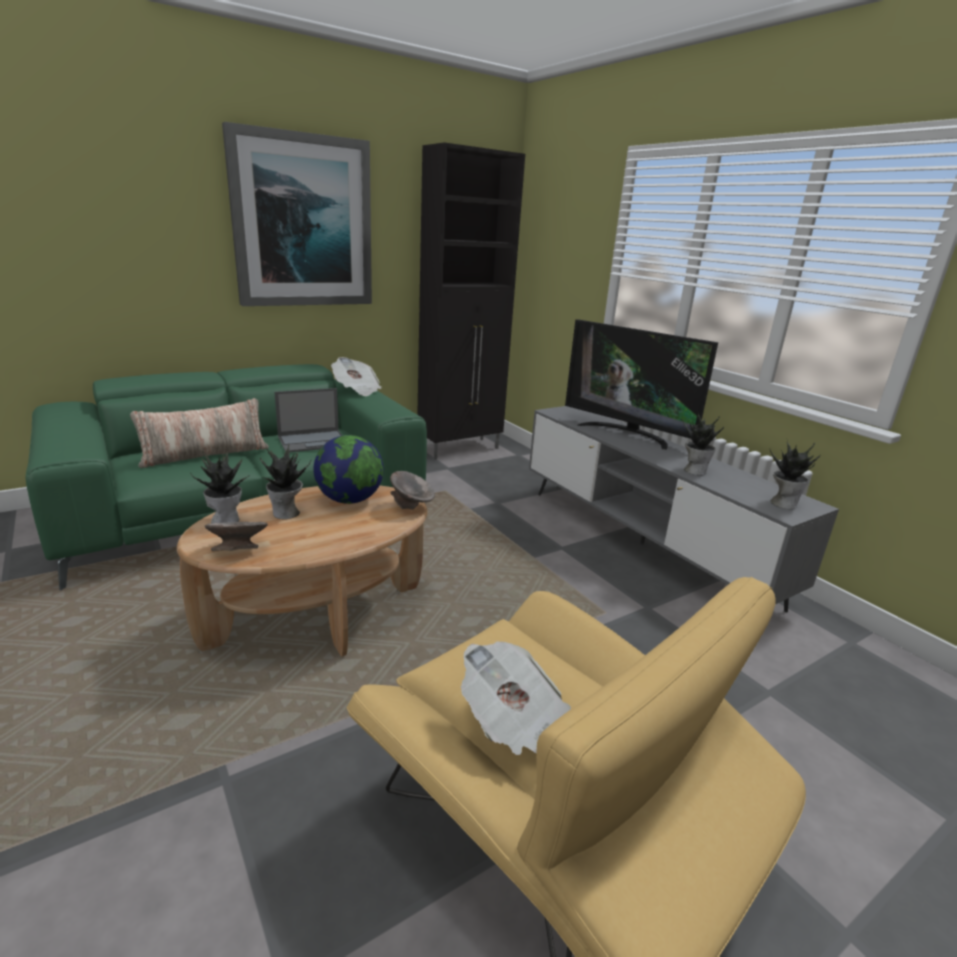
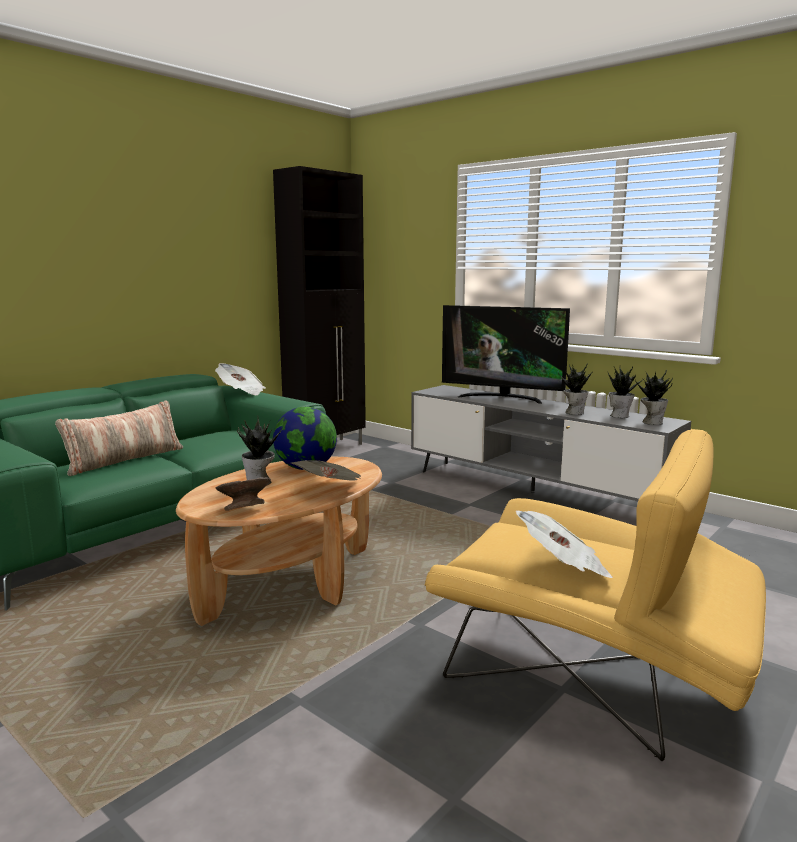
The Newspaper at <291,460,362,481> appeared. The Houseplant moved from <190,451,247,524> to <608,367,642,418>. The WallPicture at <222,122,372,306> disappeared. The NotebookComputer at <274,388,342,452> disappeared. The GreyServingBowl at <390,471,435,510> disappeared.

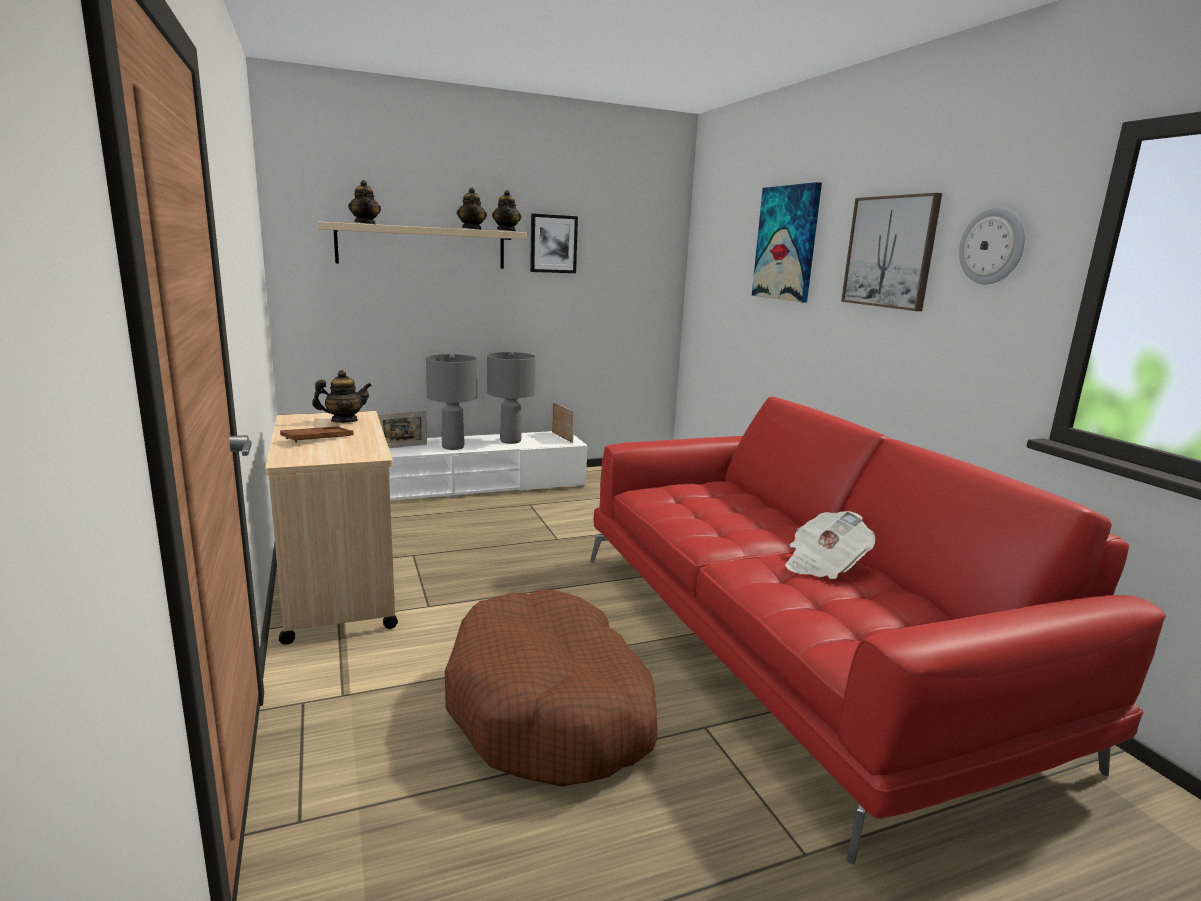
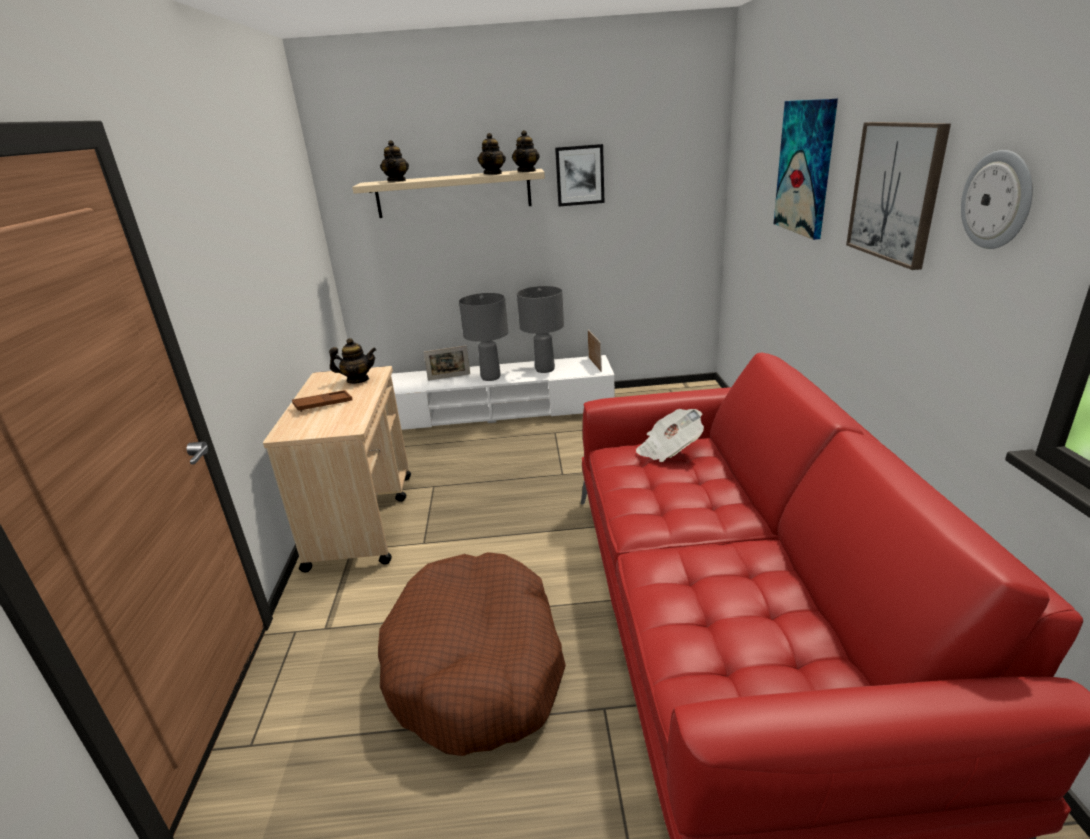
The Newspaper moved from <785,511,875,579> to <636,409,704,462>.

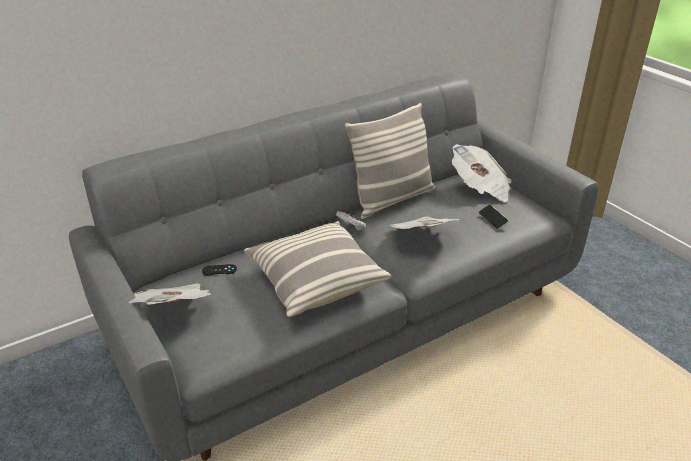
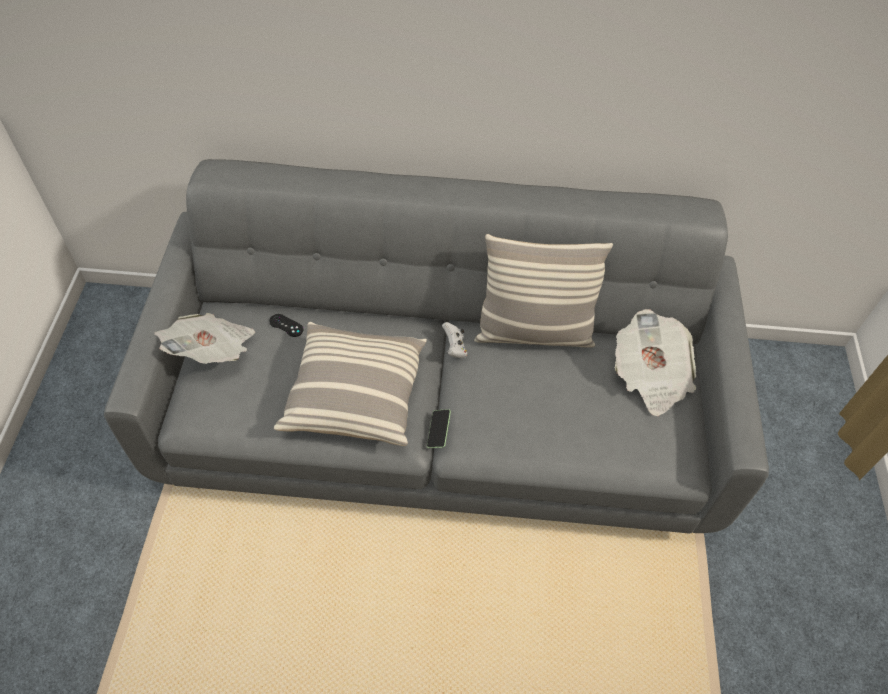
The Telephone moved from <478,204,509,230> to <427,409,451,448>. The Newspaper at <390,217,460,230> disappeared.

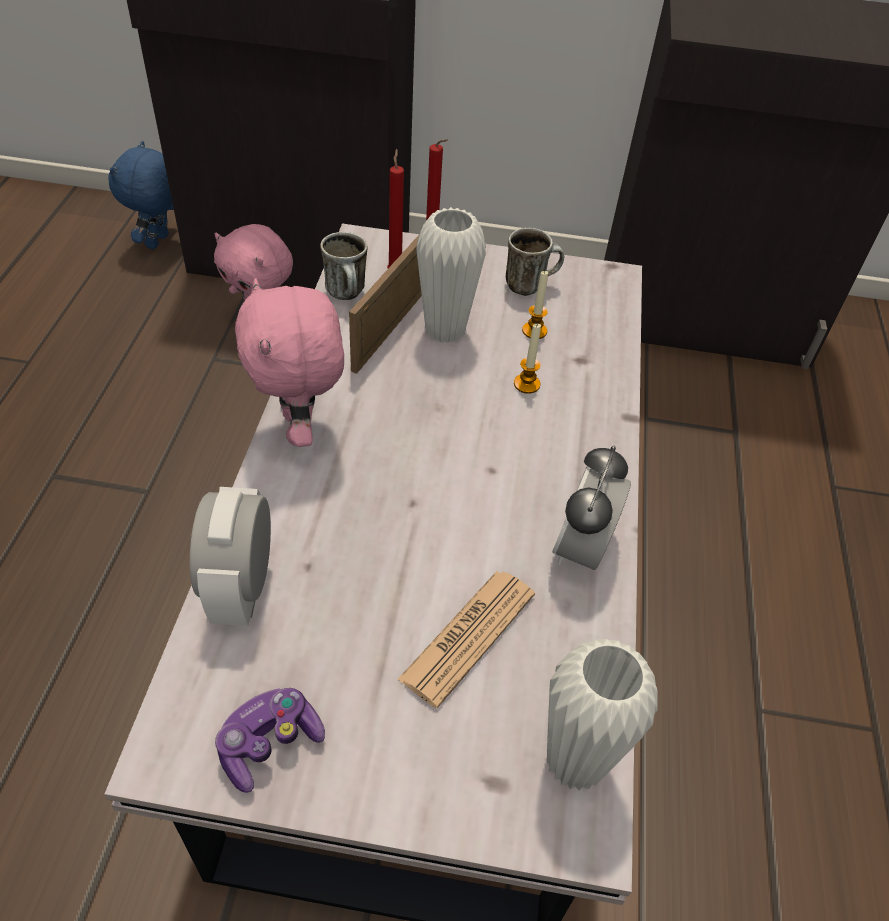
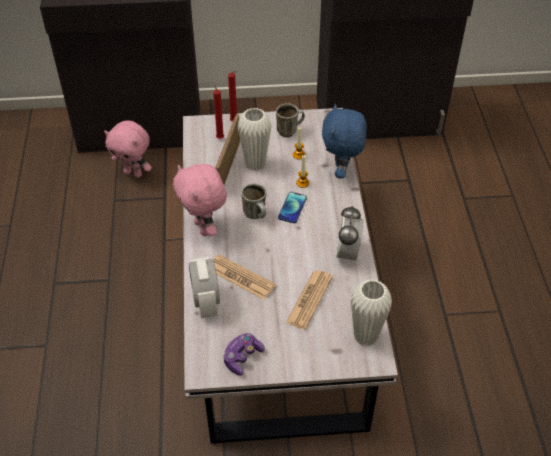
The Newspaper at <213,255,276,300> appeared. The CoffeeMug moved from <320,232,368,300> to <241,183,267,219>. The Telephone at <278,192,307,223> appeared. The BlueColouredCuddlyToy moved from <108,141,174,249> to <322,103,367,178>.

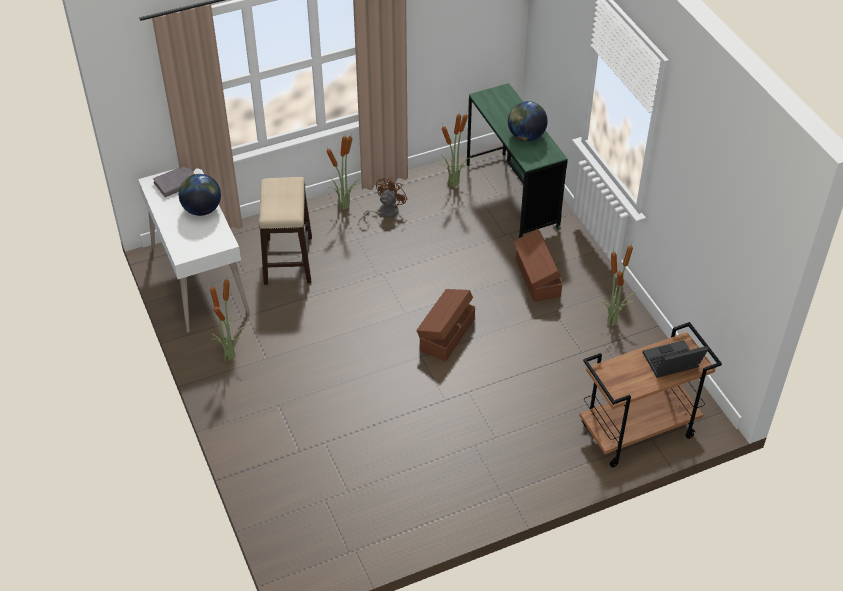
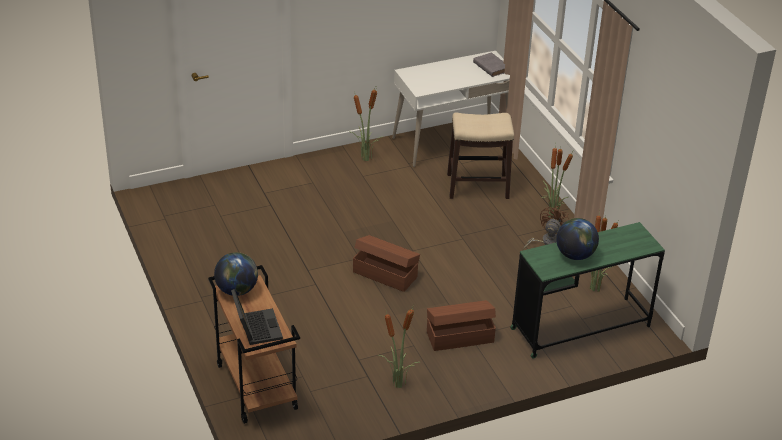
The DeskGlobe moved from <179,174,221,216> to <214,252,258,296>. The BrownishElectricFan at <358,177,407,222> turned 90 degrees counterclockwise.

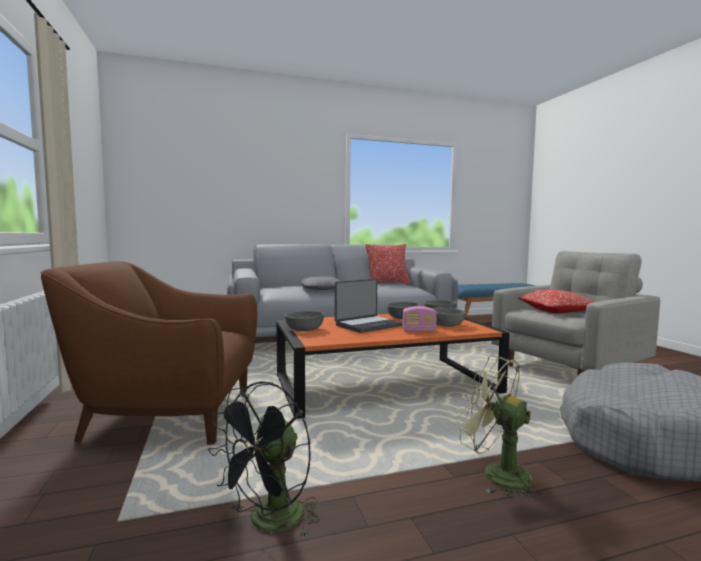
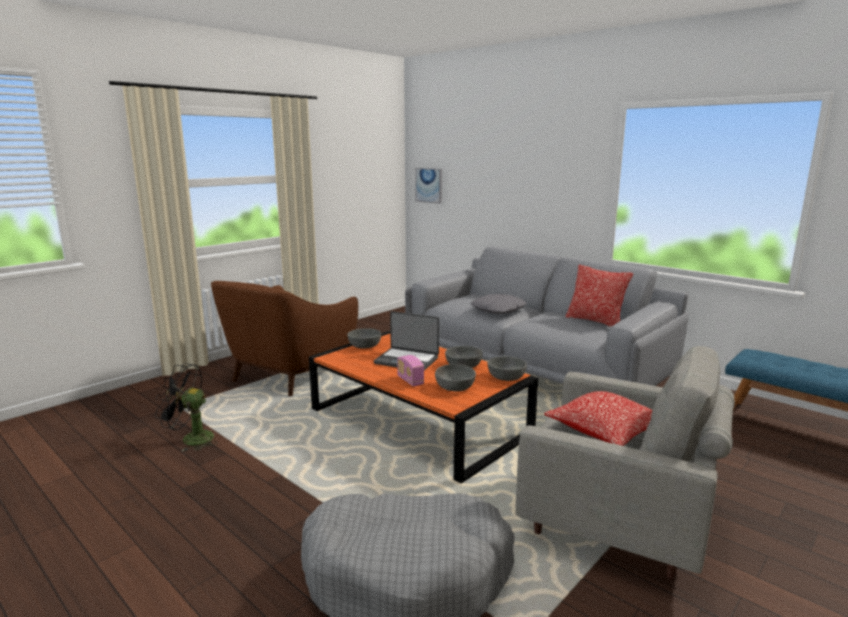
The BrownishArmchair at <41,261,257,445> turned 120 degrees counterclockwise. The WallPicture at <415,168,442,204> appeared. The GreenElectricFan at <456,355,542,499> disappeared.

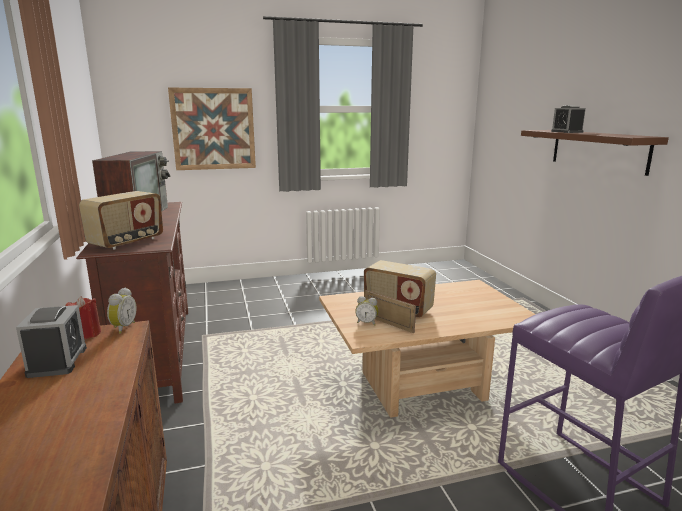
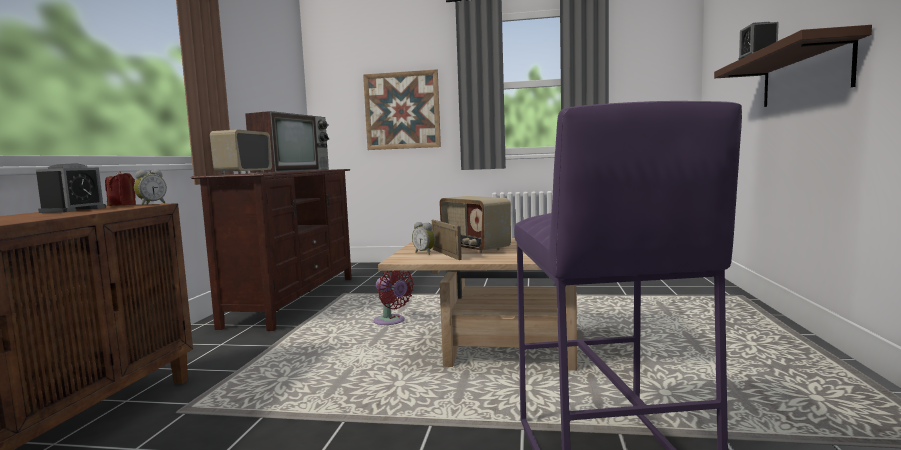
The RadioReceiver at <79,191,163,249> turned 135 degrees clockwise. The RedElectricFan at <373,271,414,325> appeared.

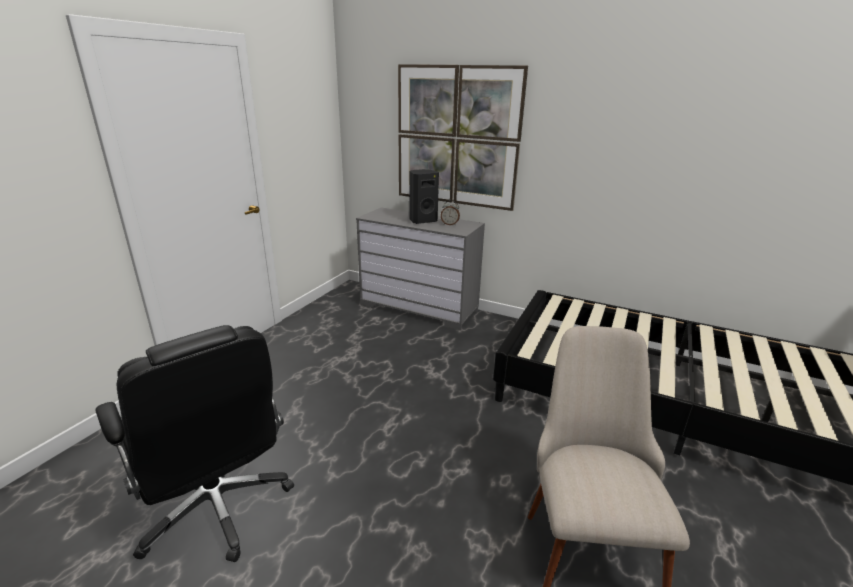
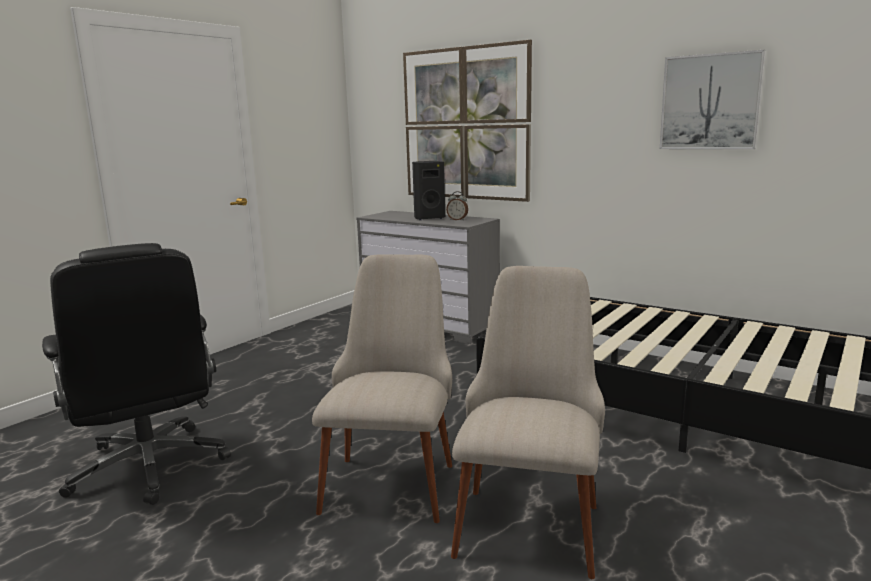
The SandColouredChair at <312,254,452,523> appeared. The WallPicture at <660,50,766,149> appeared.

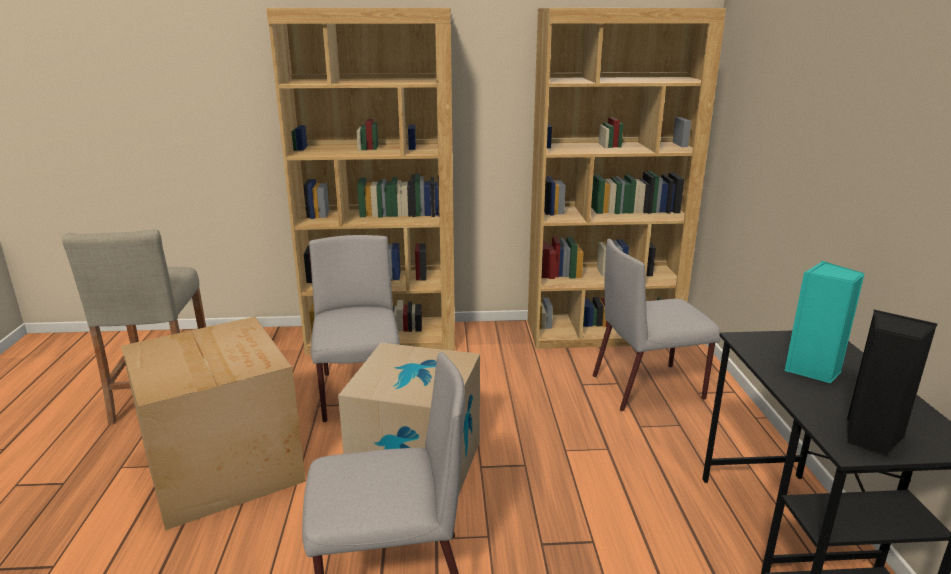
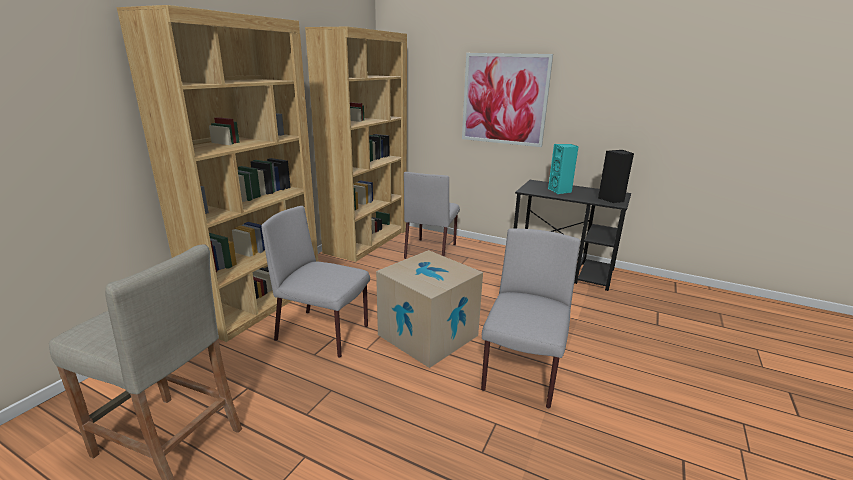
The WallPicture at <462,53,553,147> appeared. The PackingBox at <121,317,306,531> disappeared.

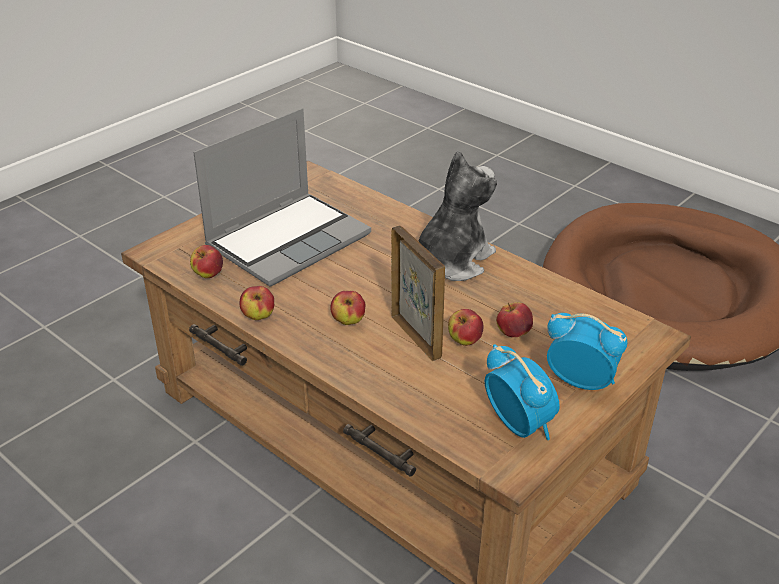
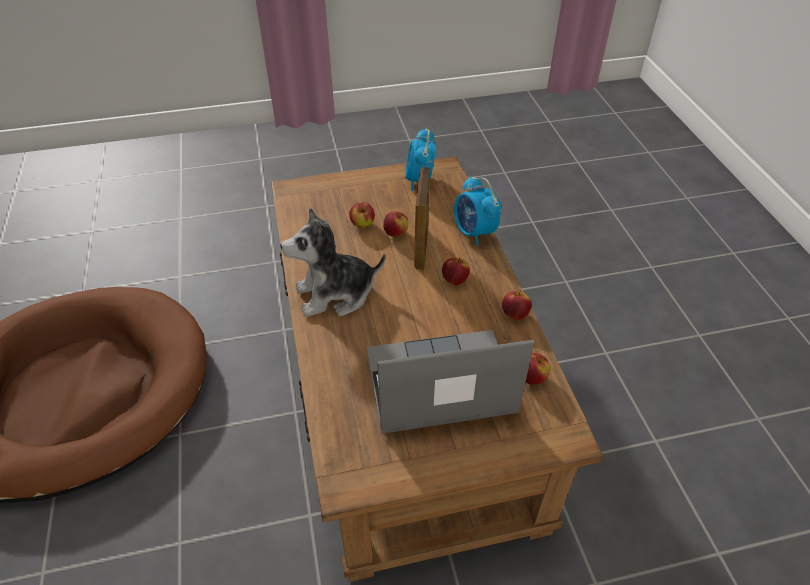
The AlarmClock moved from <547,313,627,390> to <454,176,501,246>.

